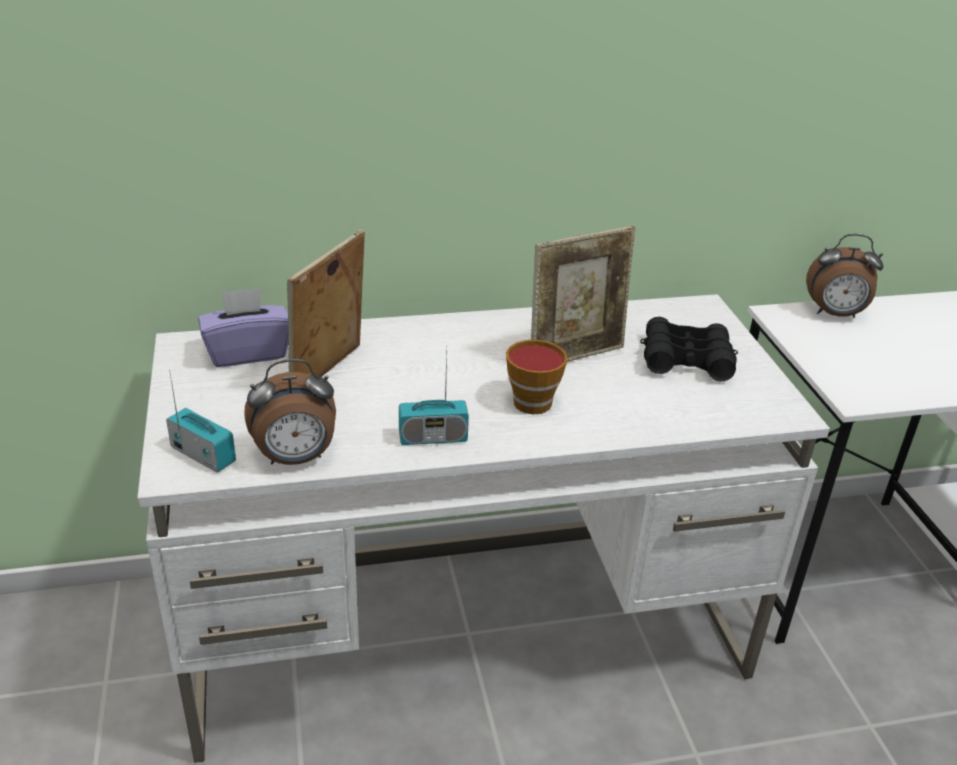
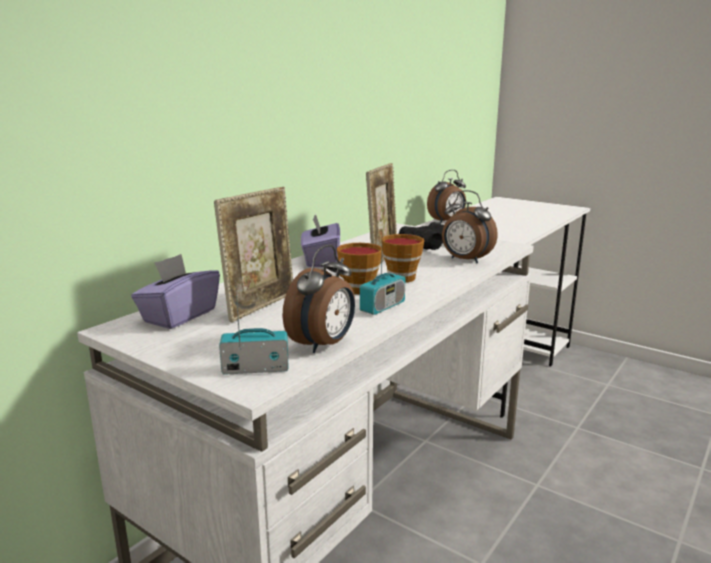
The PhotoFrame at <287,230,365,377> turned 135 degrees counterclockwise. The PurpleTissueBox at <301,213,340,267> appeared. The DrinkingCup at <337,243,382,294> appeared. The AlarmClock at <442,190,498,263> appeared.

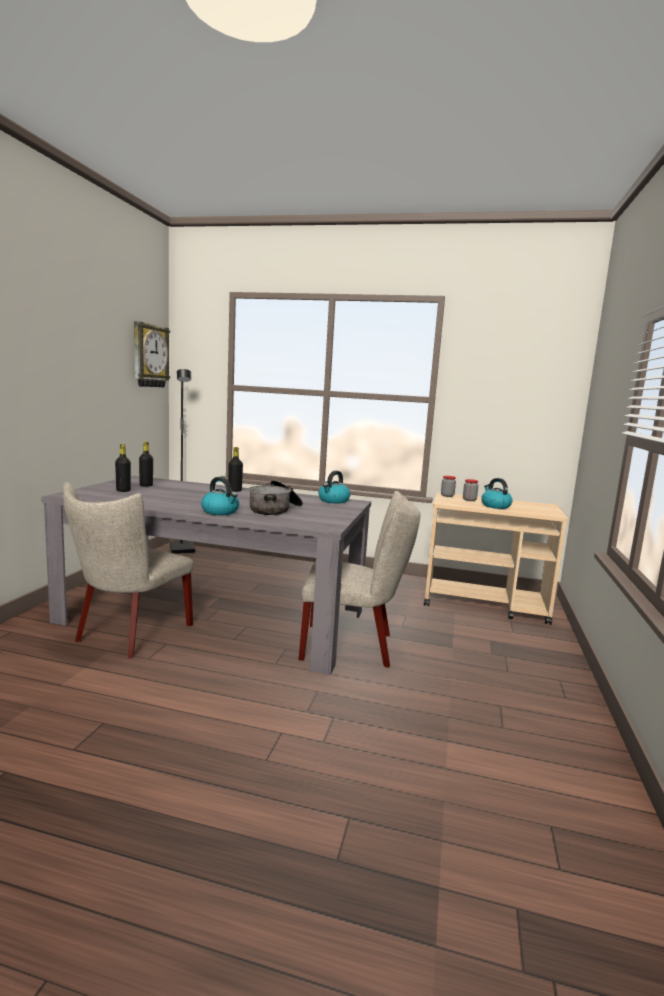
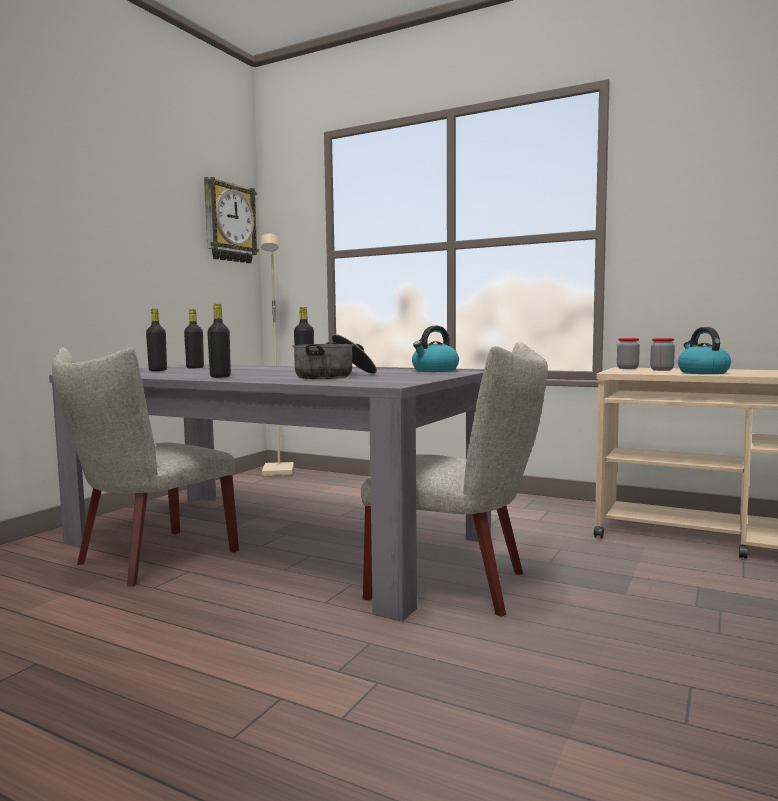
The BlackishBeverageBottle at <207,303,231,378> appeared. The BlackishStandingLamp at <170,369,195,554> became the SandColouredStandingLamp at <261,234,294,476>. The Kettle at <201,477,239,515> disappeared.

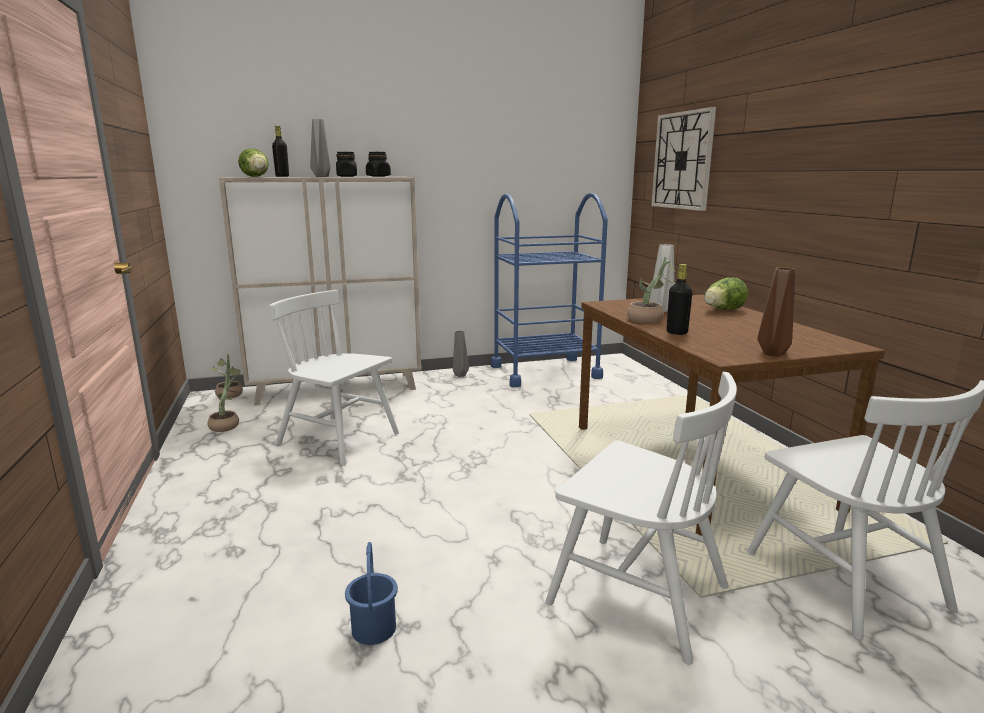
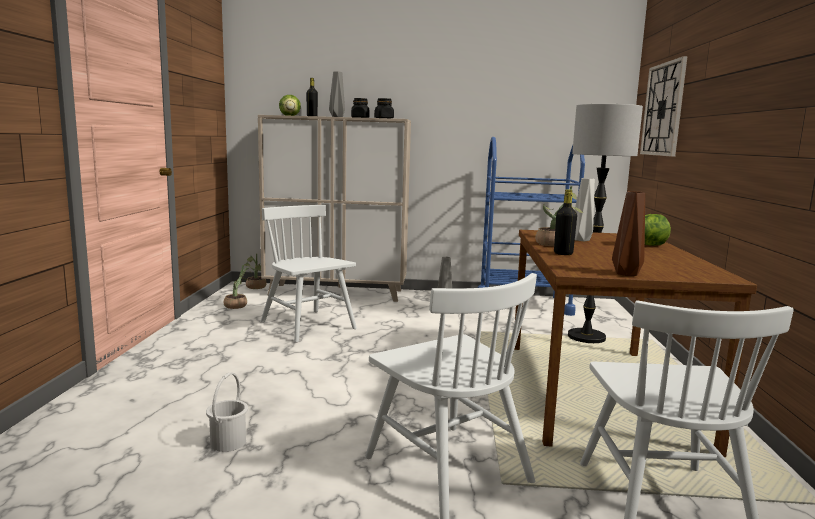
The BlueColouredWaterBucket at <345,542,398,645> became the WhiteWaterBucket at <206,372,248,452>. The StandingLamp at <568,104,643,343> appeared.

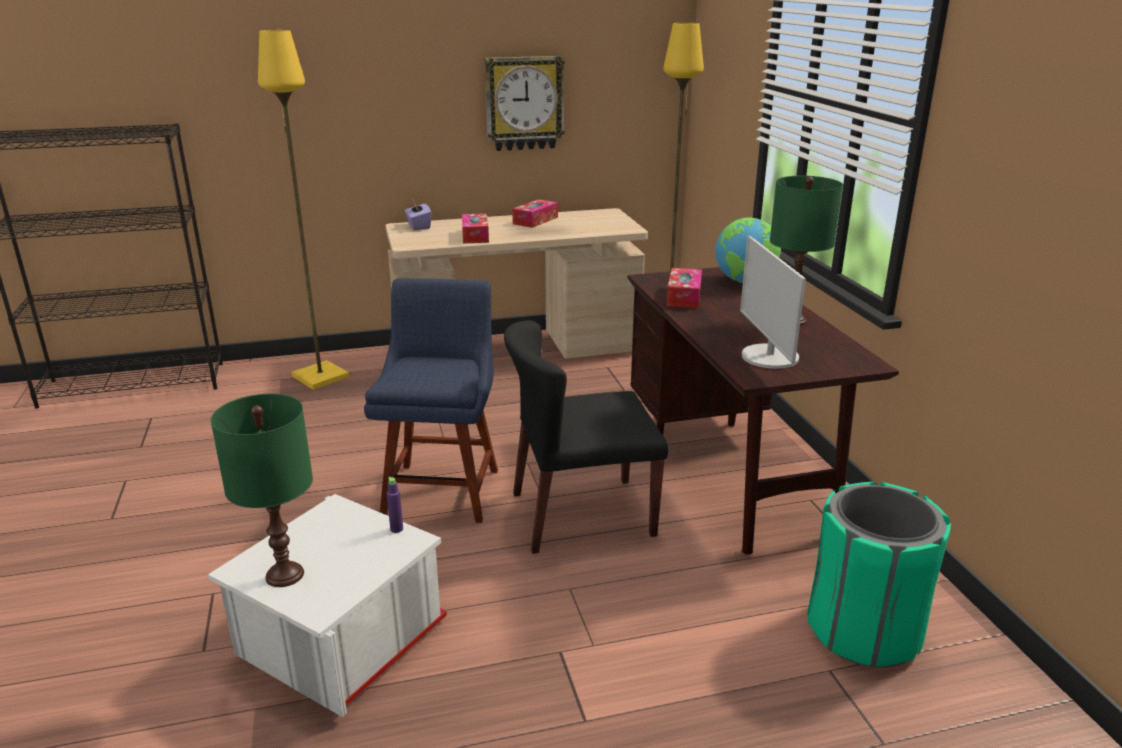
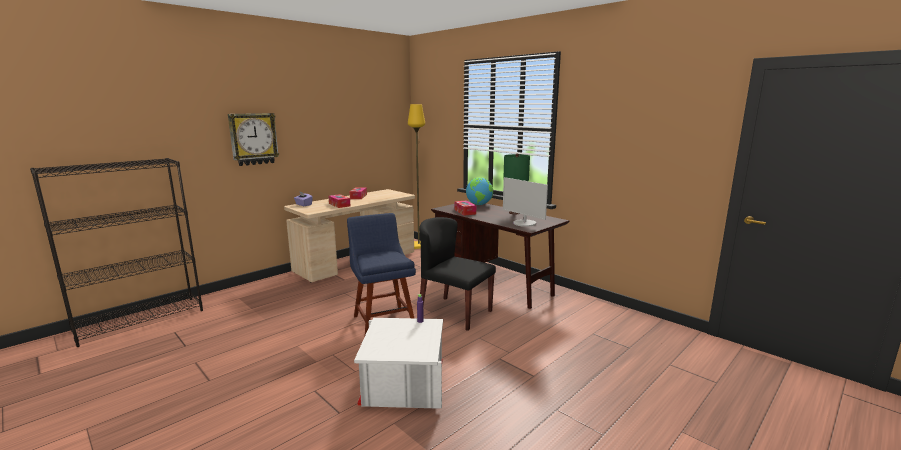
The HangingClock moved from <485,56,565,151> to <228,113,279,166>. The BlackishChair at <504,320,668,554> turned 75 degrees clockwise. The GreenTableLamp at <211,393,313,587> disappeared. The YellowishStandingLamp at <258,30,349,390> disappeared. The GreenWasteBin at <807,481,951,668> disappeared.

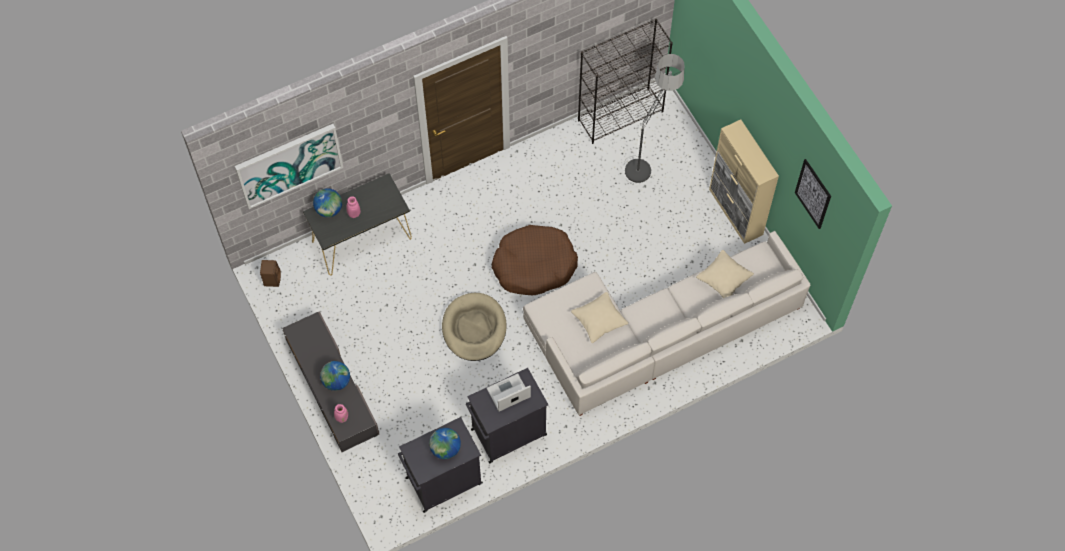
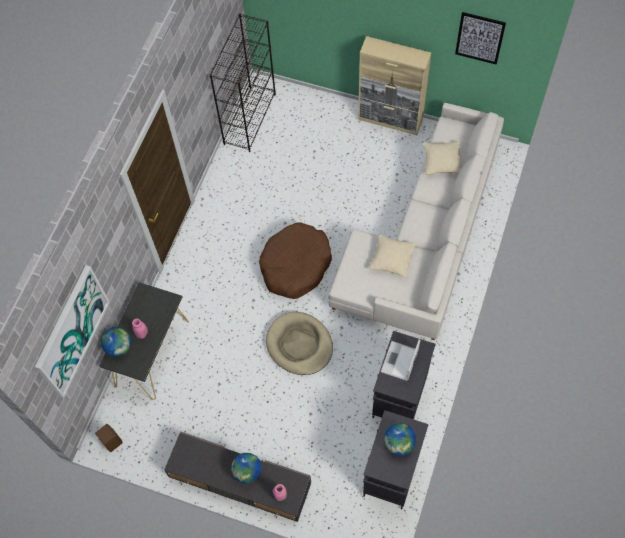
The StandingLamp at <624,54,684,184> disappeared.

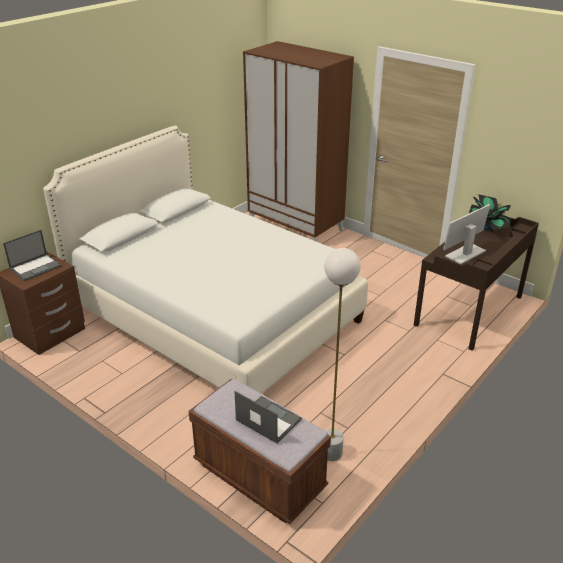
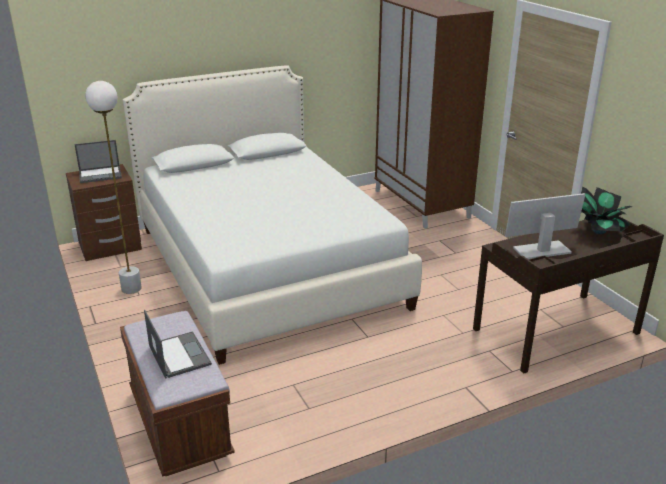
The WhiteStandingLamp moved from <324,248,361,461> to <85,81,142,294>.

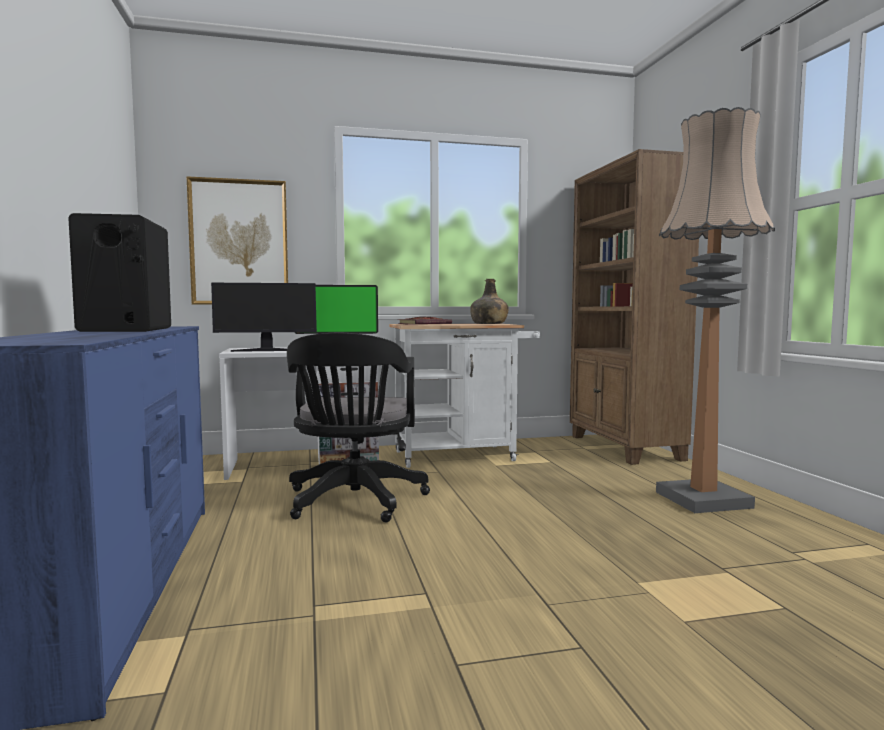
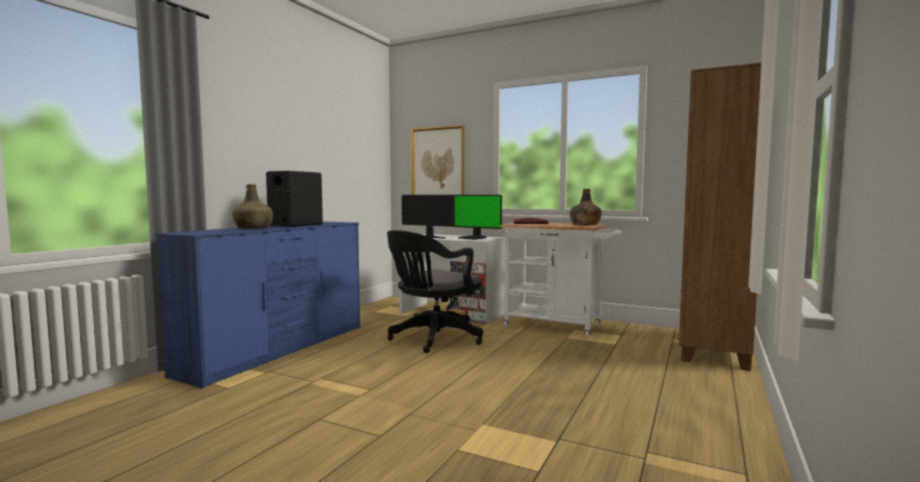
The GreenBeverageBottle at <232,184,273,229> appeared. The StandingLamp at <656,107,775,513> disappeared.

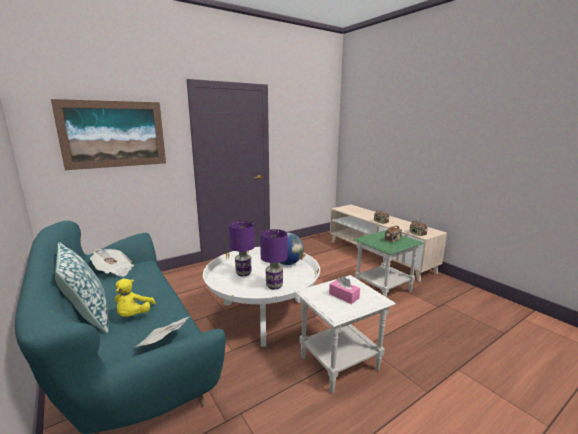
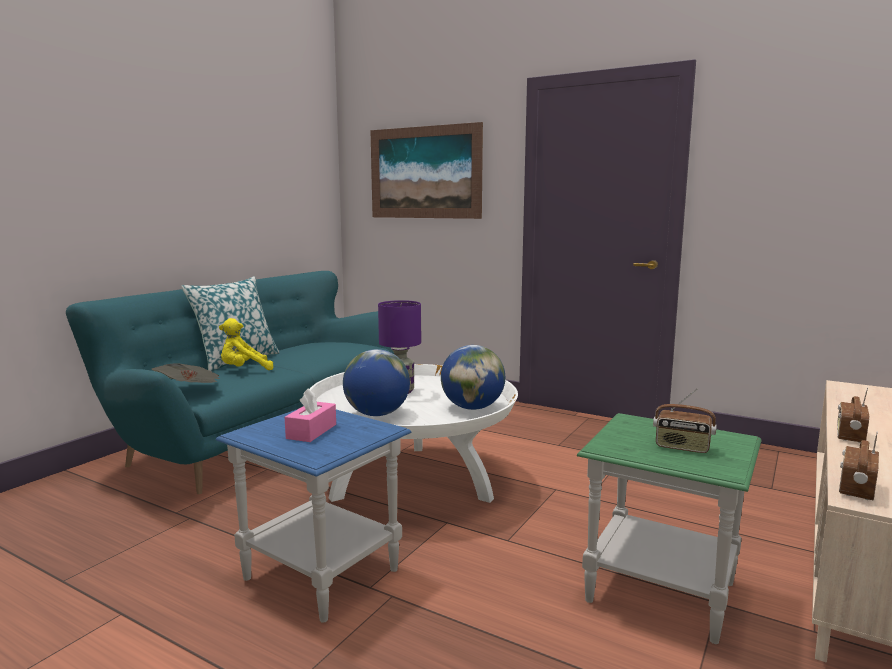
The WhiteSideTable at <295,275,396,393> became the BlueColouredSideTable at <216,409,411,623>. The PurpleTableLamp at <260,229,287,290> was replaced by the DeskGlobe at <343,349,410,416>. The Newspaper at <90,249,134,277> disappeared.

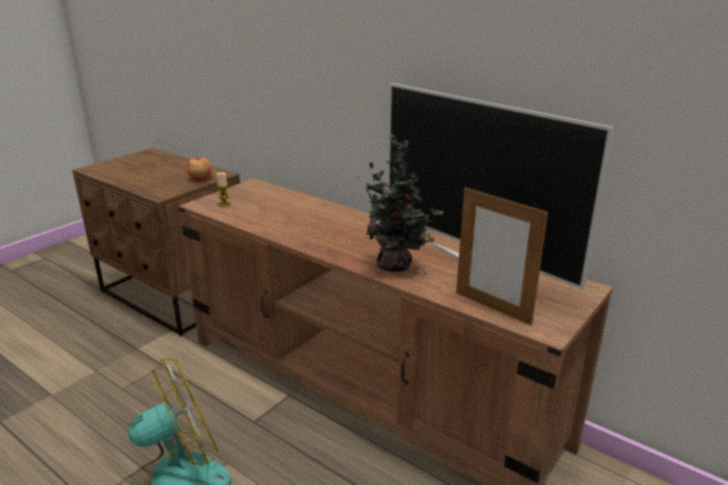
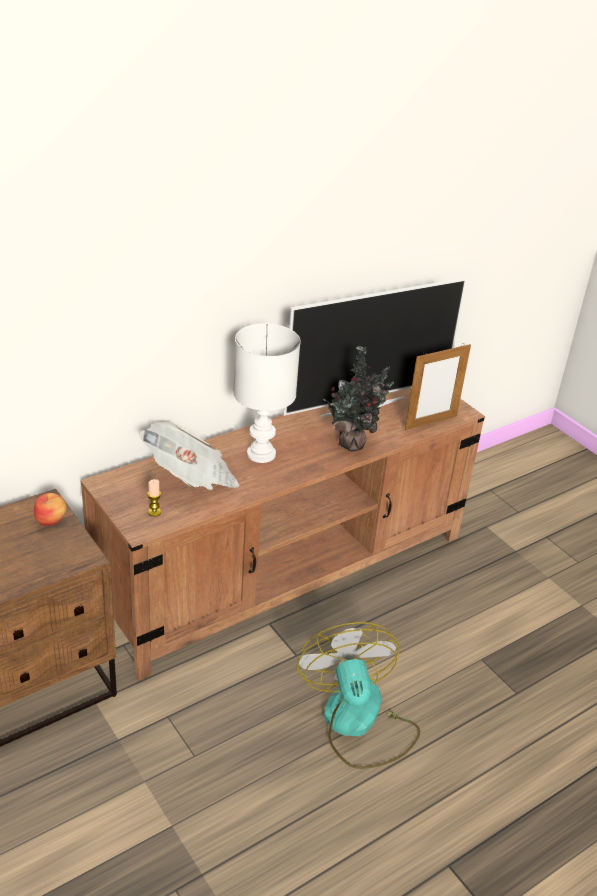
The Newspaper at <139,422,240,490> appeared. The WhiteTableLamp at <233,323,301,463> appeared.

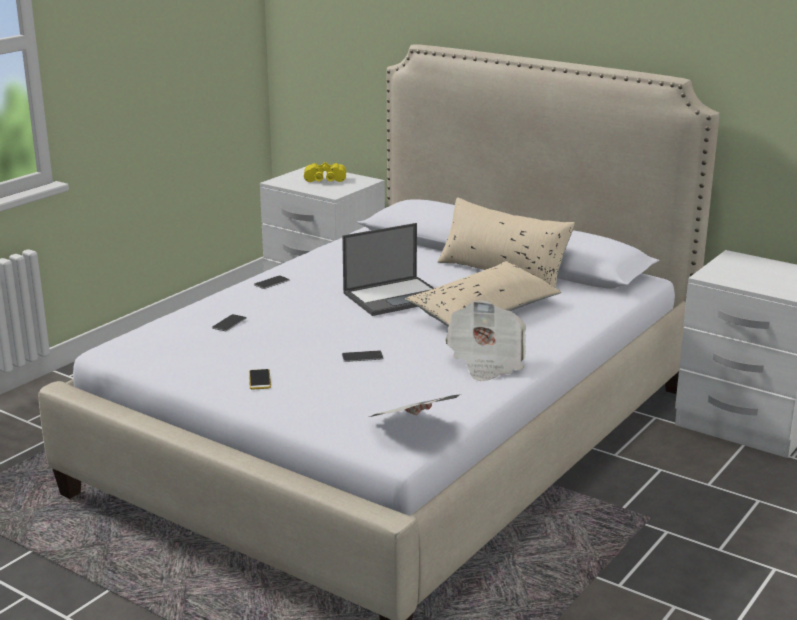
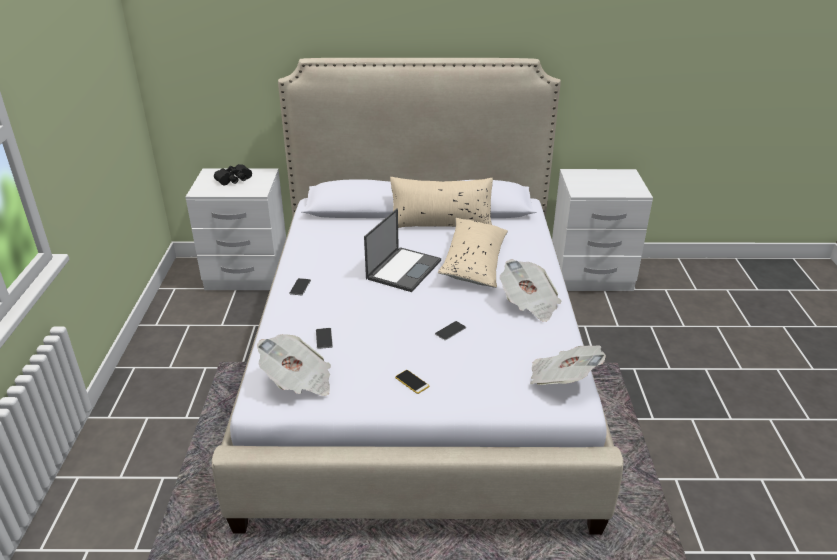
The YellowishPairOfBinoculars at <304,162,346,182> became the BlackishPairOfBinoculars at <214,164,252,185>. The Newspaper at <257,334,331,396> appeared.

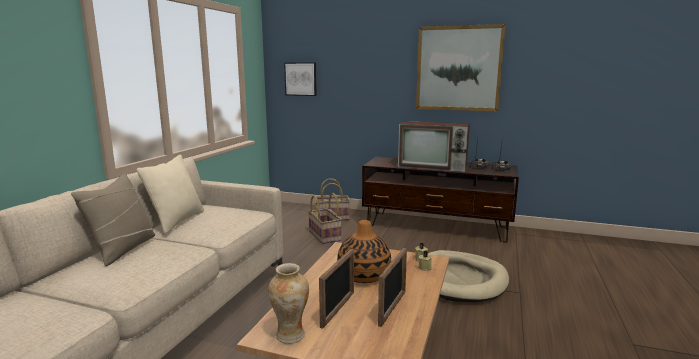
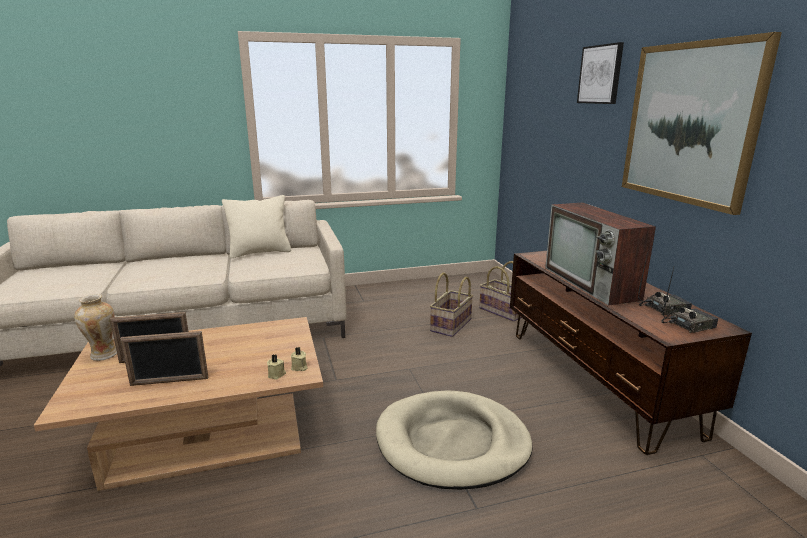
The WallPicture moved from <284,62,317,96> to <577,42,624,104>. The SandColouredPillow at <71,174,155,266> disappeared. The FlowerVase at <337,220,391,283> disappeared.

